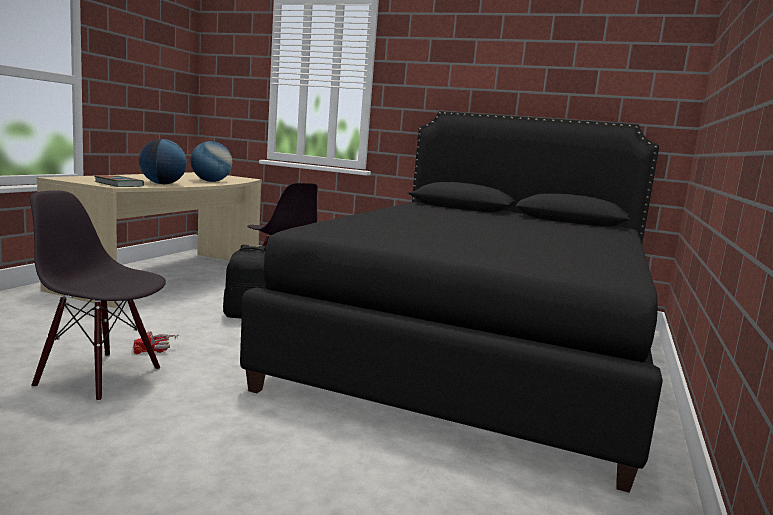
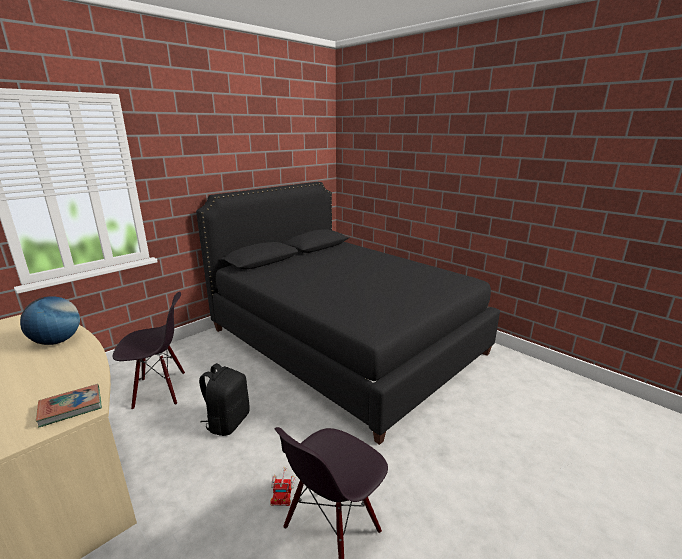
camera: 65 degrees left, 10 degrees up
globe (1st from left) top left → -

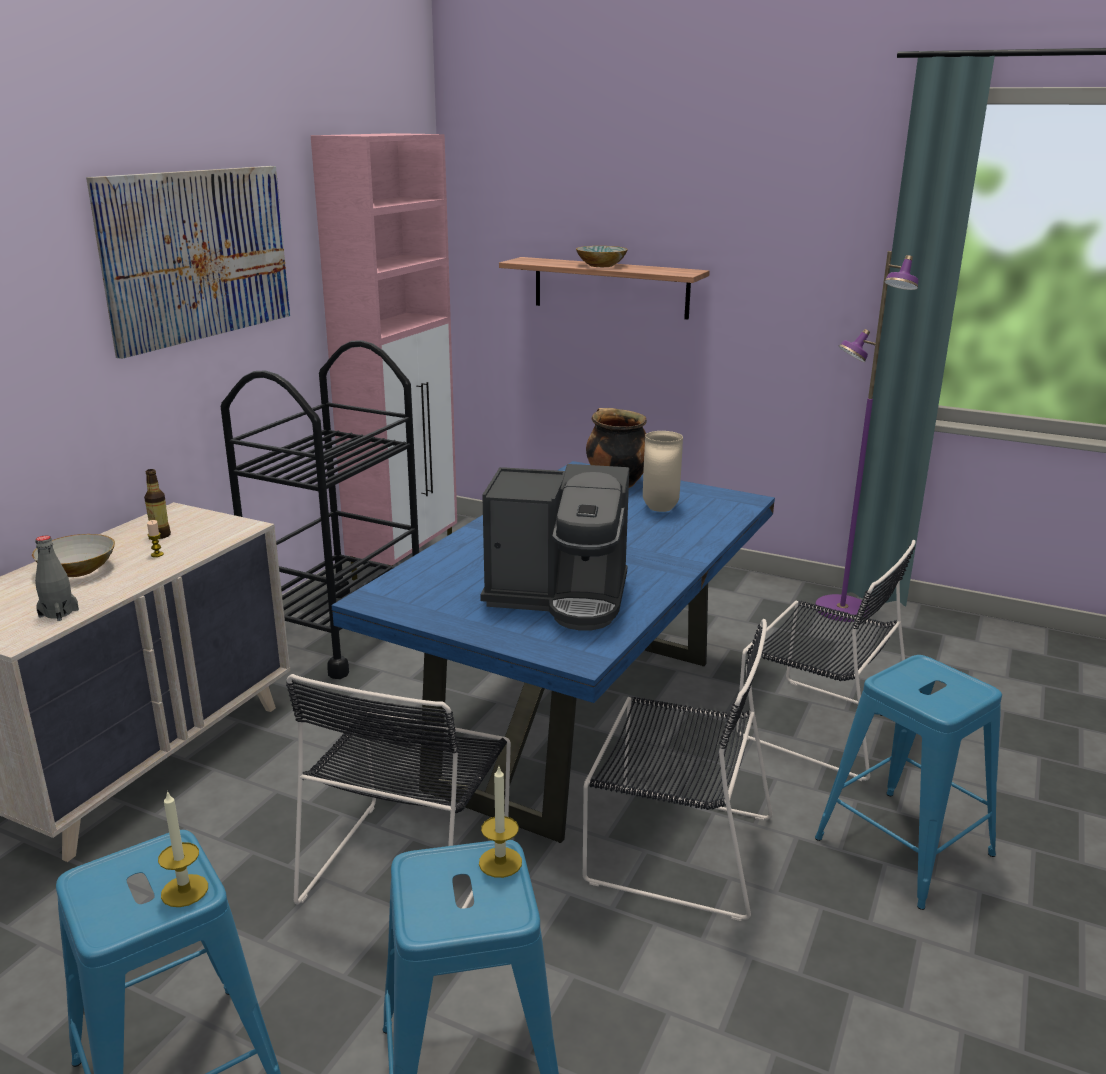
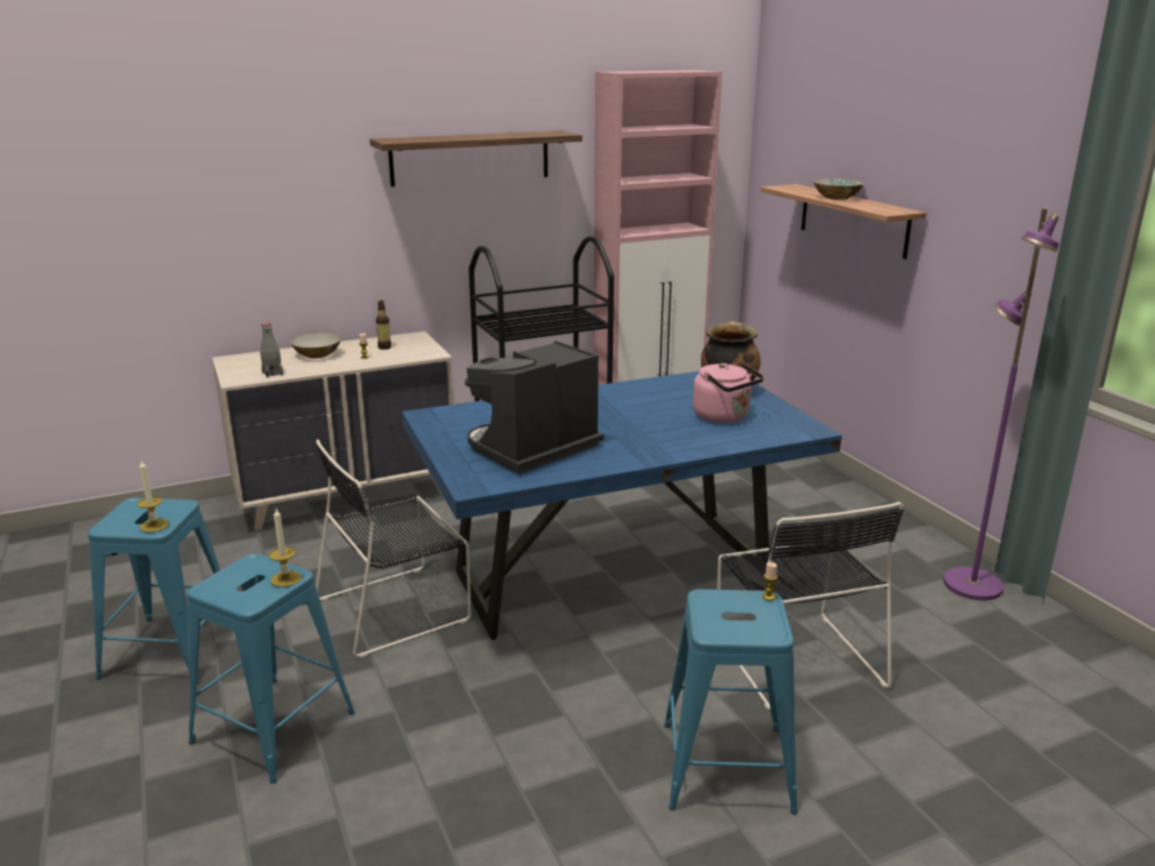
camera: 40 degrees right, 0 degrees up
wall art top left → shelf (1st from left) top centre
coffee maker centre, 90 degrees clockwise
plain chair (black) (2nd from left) bottom centre → -
decorative vase (sand-coloured) centre → tea kettle (pinkish) centre
- → wax candle (4th from left) bottom centre

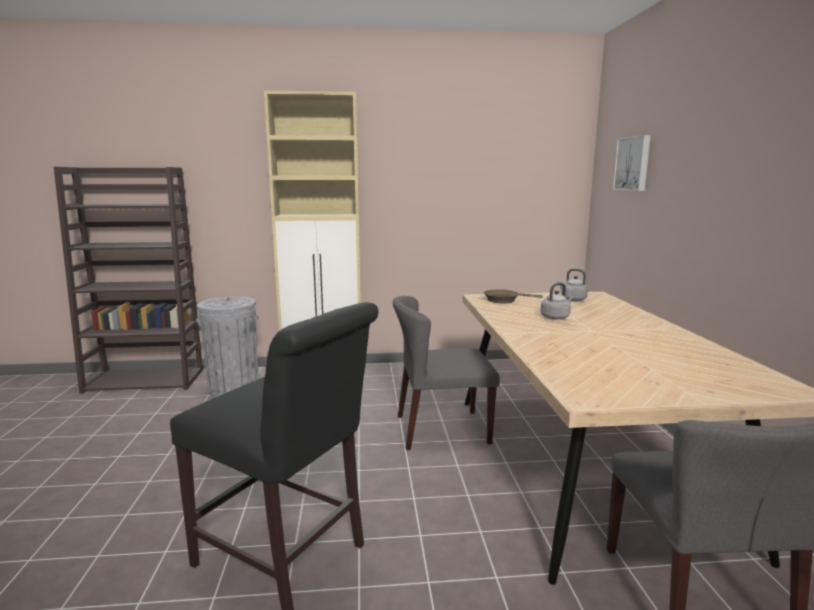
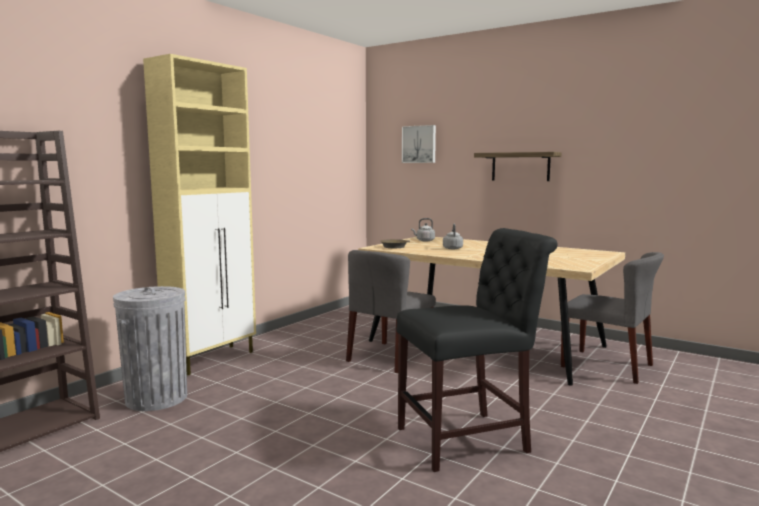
camera: 50 degrees left, 5 degrees down
- → shelf top right

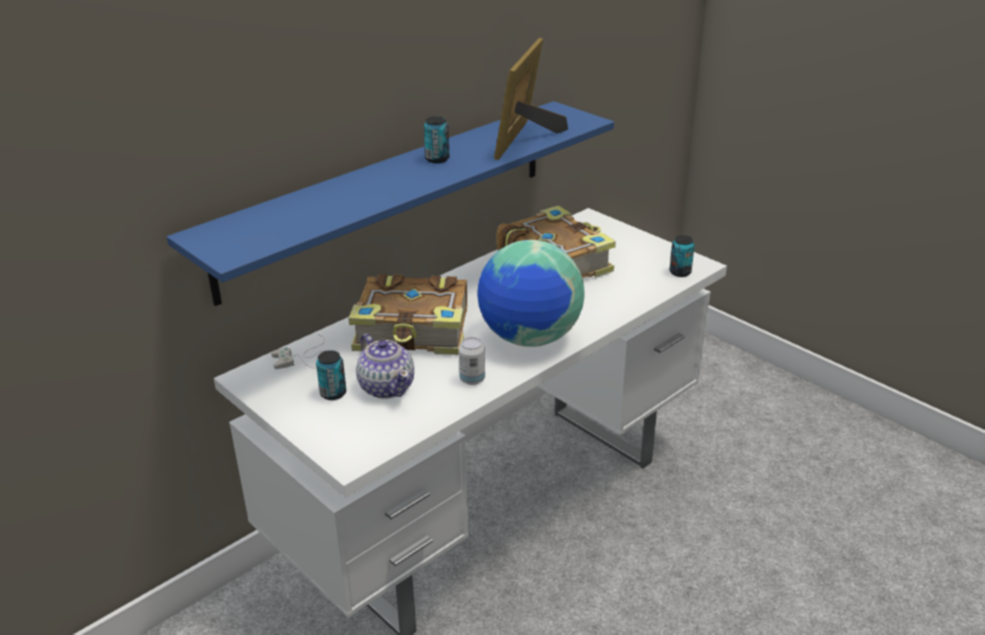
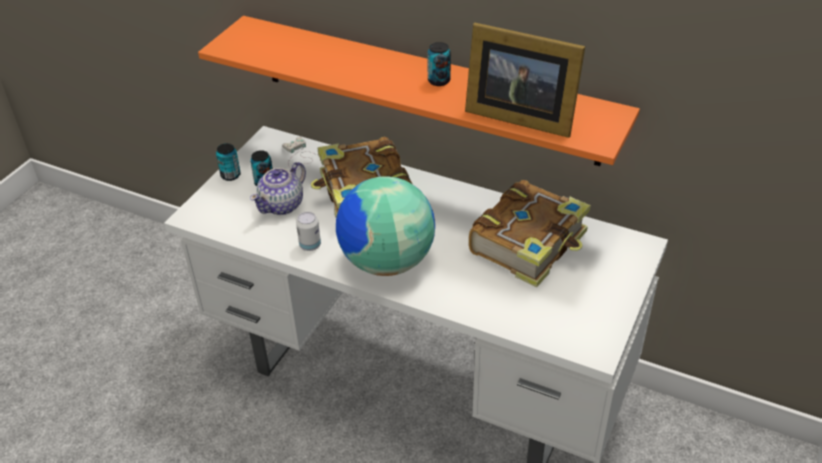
camera: 70 degrees right, 10 degrees up
shelf (blue) top centre → shelf (orange) top centre
picture frame top centre, 150 degrees counterclockwise
metal can (4th from left in the first image) middle right → metal can (1st from left) middle left, moved

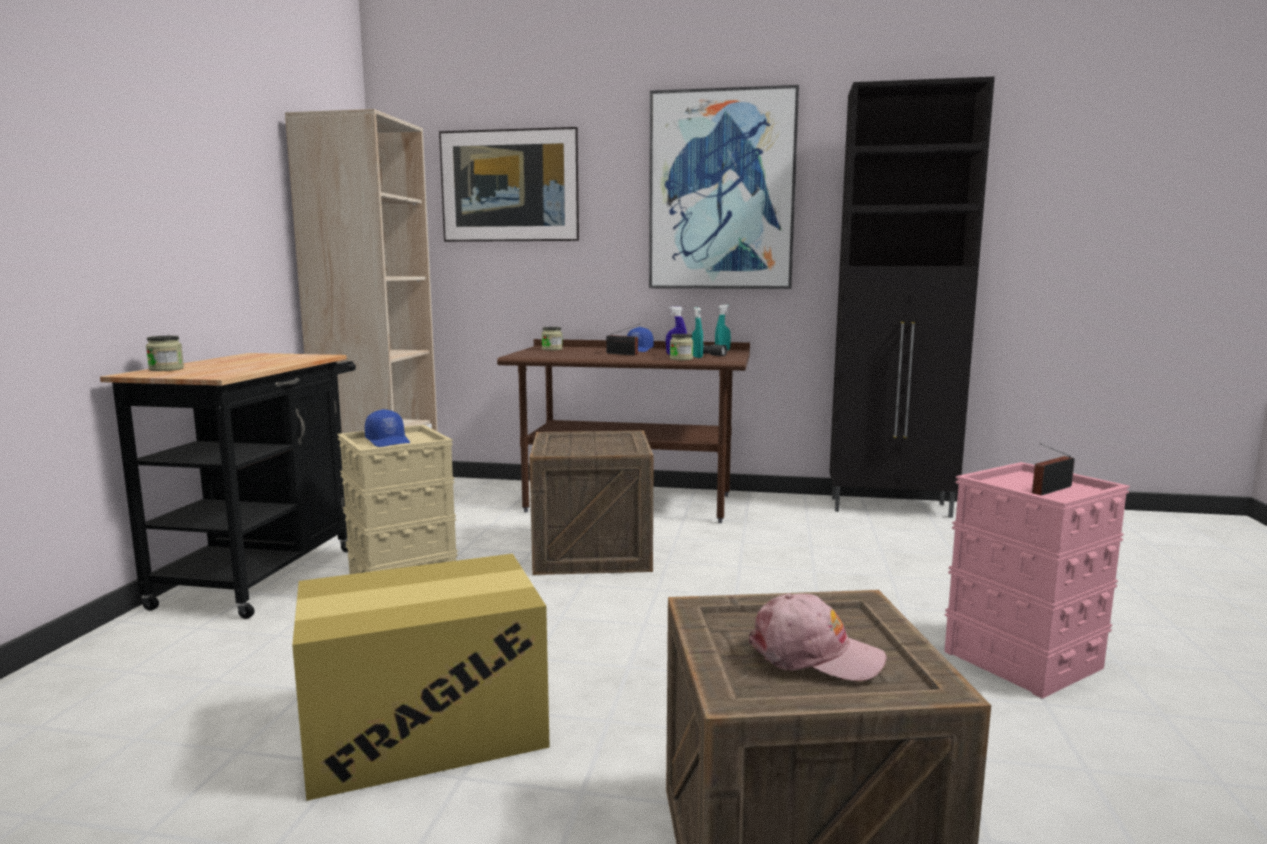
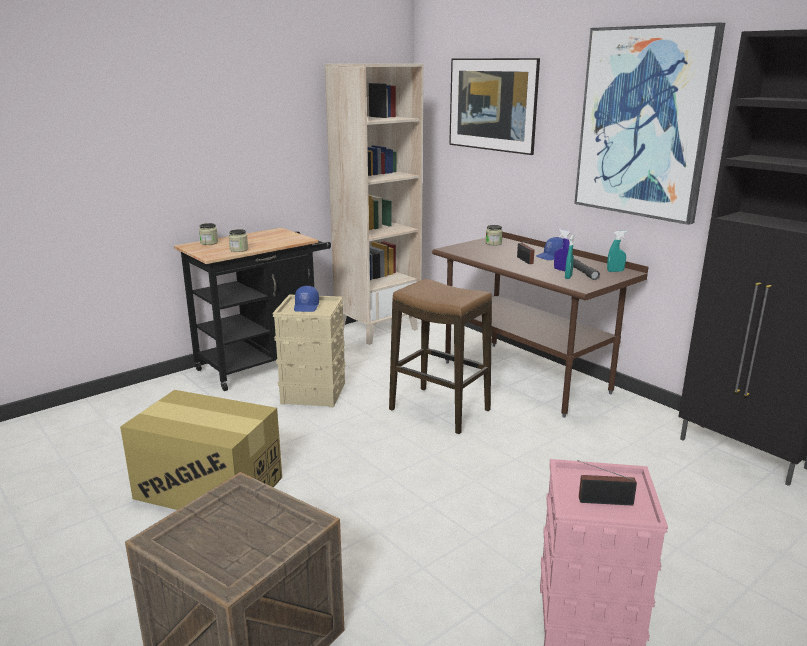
camera: 40 degrees right, 10 degrees up
crate (1st from left) centre → sitting stool centre
jar (3rd from left in the first image) centre → jar (2nd from left) middle left, moved
cap (pinkish) bottom centre → -

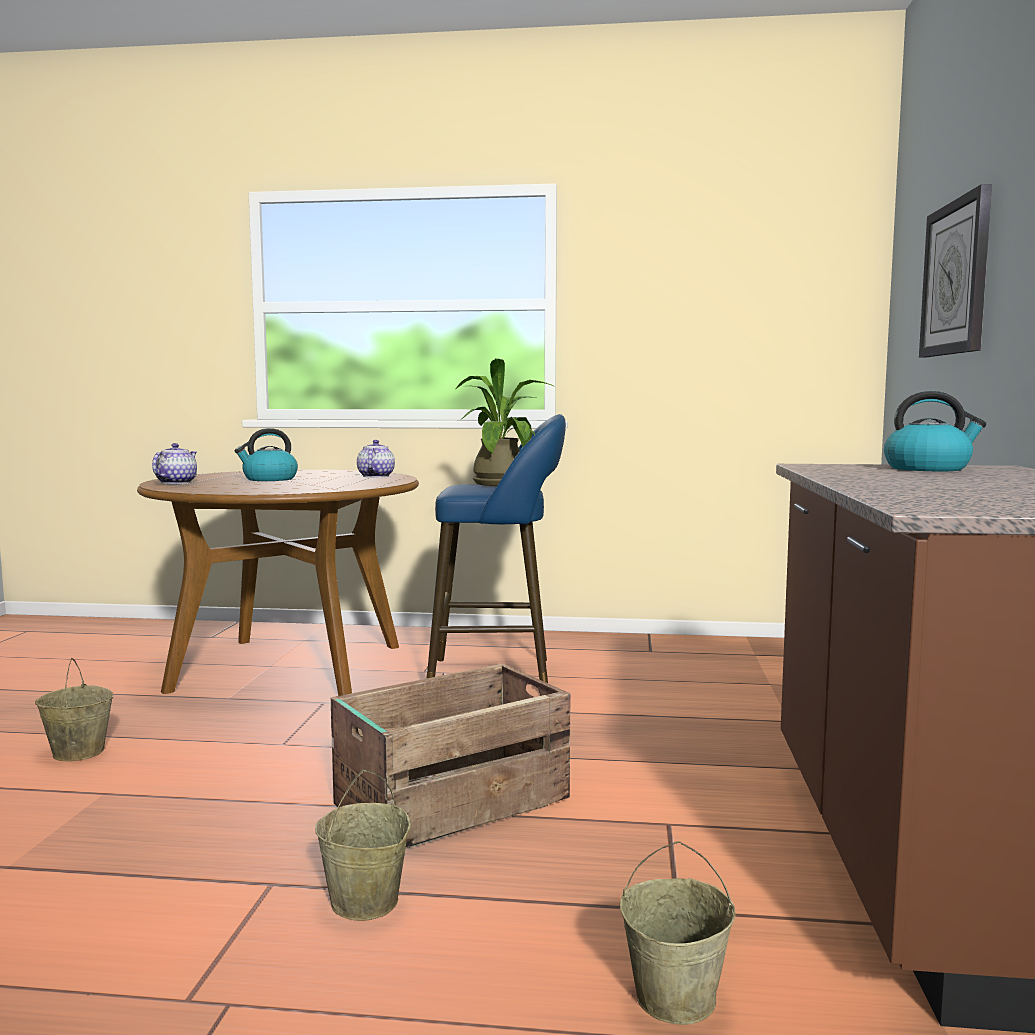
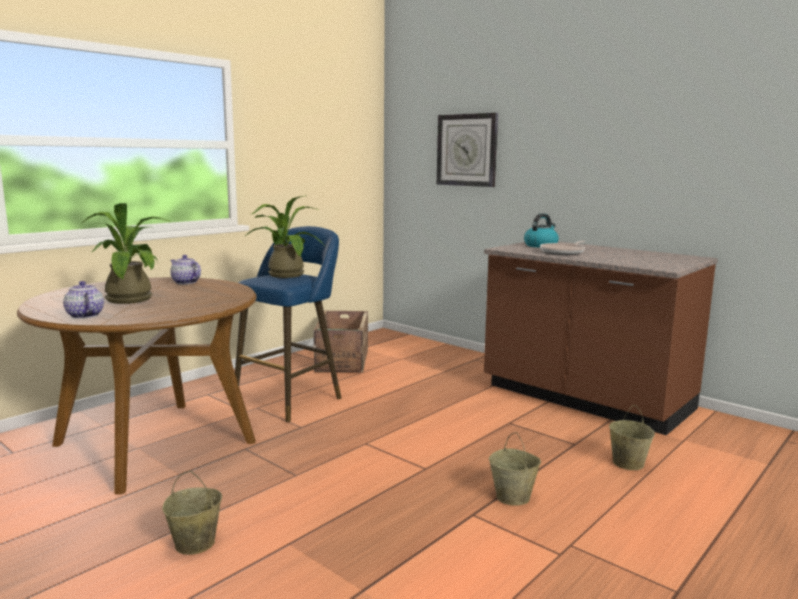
camera: 55 degrees left, 5 degrees up
tea kettle (1st from left) middle left → plant in a pot (1st from left) middle left
crate bottom centre → crate centre, moved
- → skillet middle right

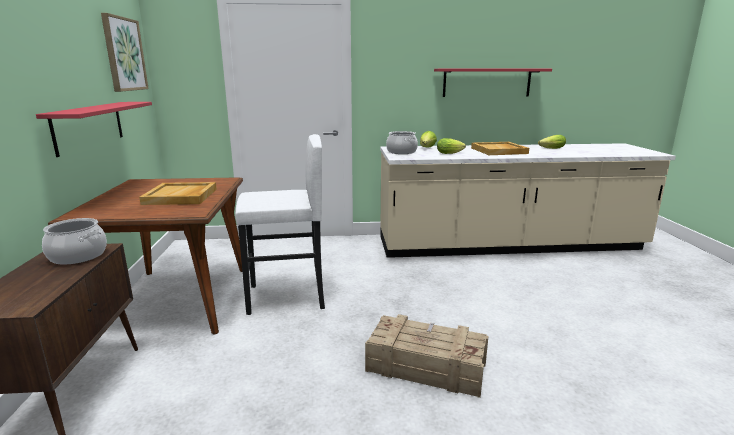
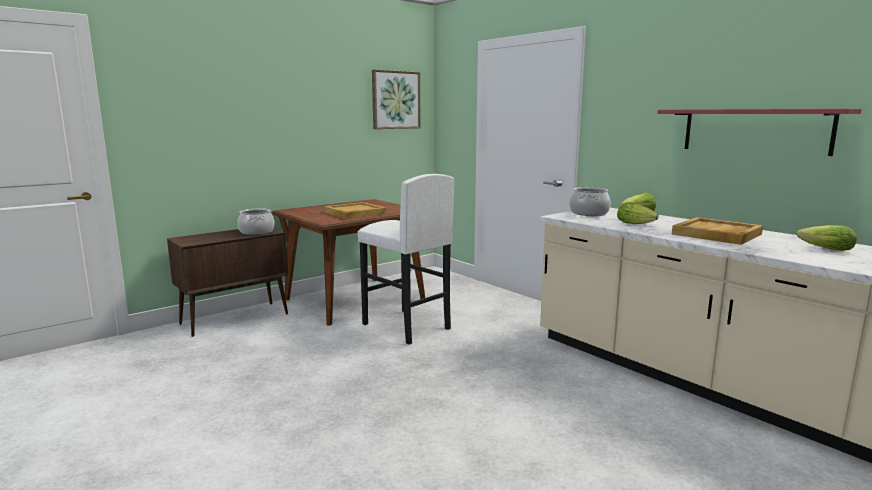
camera: 55 degrees right, 5 degrees down
shelf (reddish) (1st from left) top left → -
crate bottom centre → -

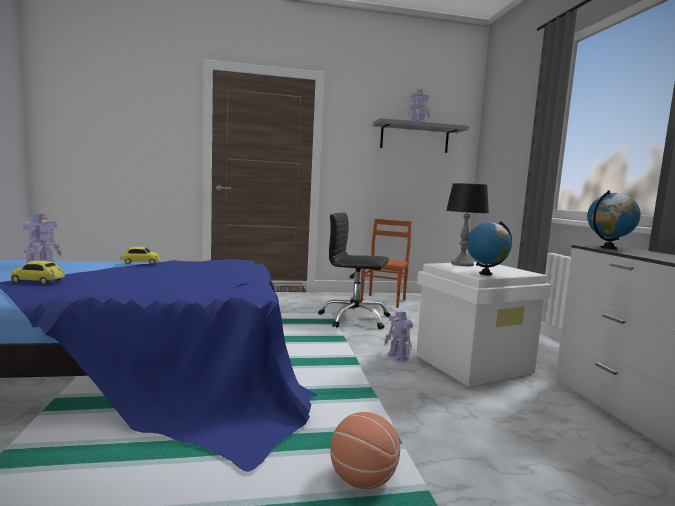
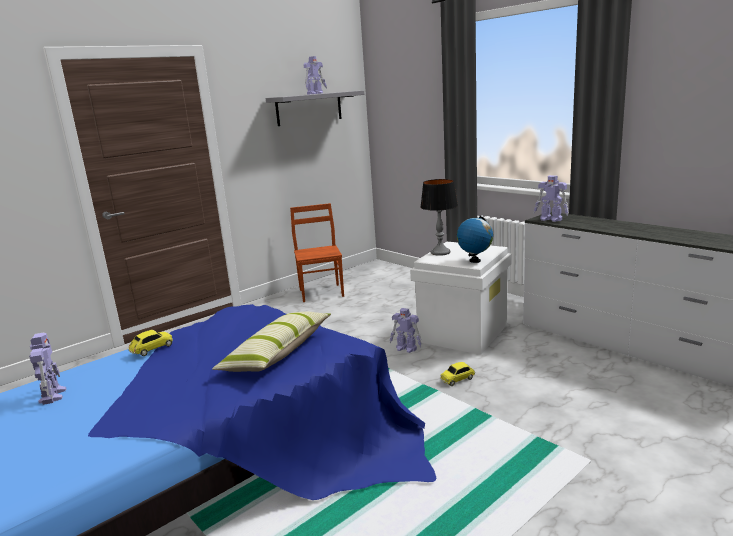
camera: 30 degrees left, 10 degrees up
toy car (1st from left in the first image) middle left → toy car (2nd from left) bottom centre, moved
office chair (black) centre → -
basketball bottom centre → -
globe (2nd from left) middle right → robot figure (4th from left) middle right
- → throw pillow centre

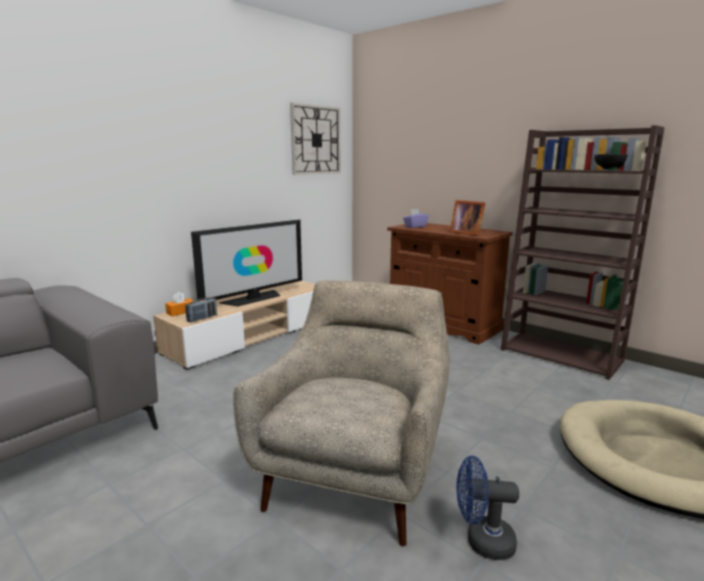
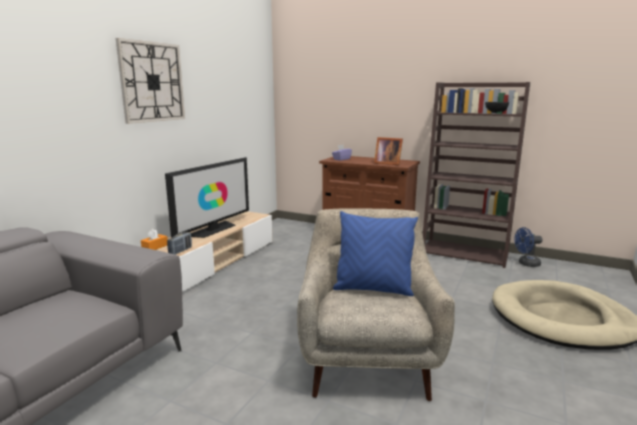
camera: 15 degrees left, 0 degrees up
hanging clock top centre → hanging clock top left, moved
fan (blue) bottom right → fan (blue) middle right, moved
- → throw pillow (blue) centre

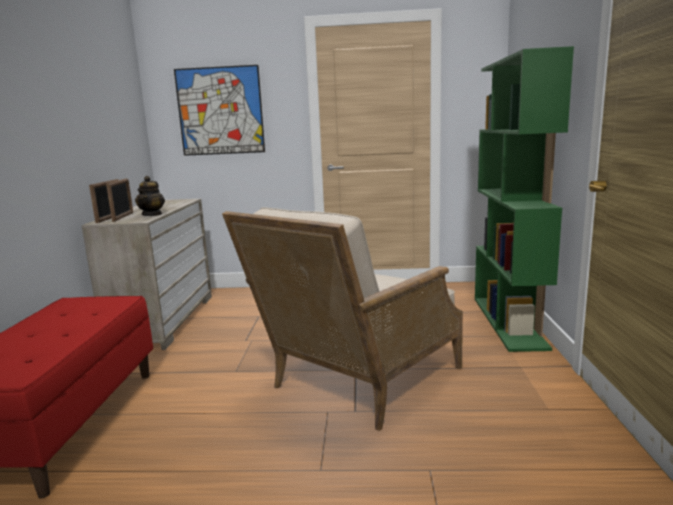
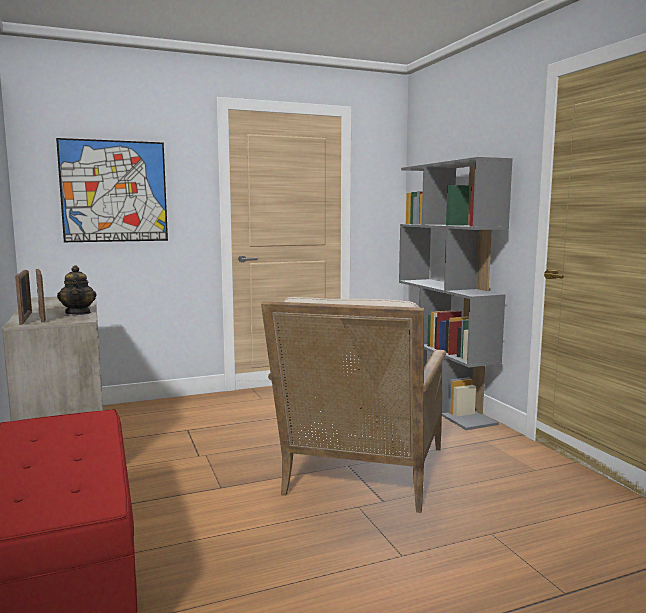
camera: 25 degrees left, 5 degrees down
bookcase (greenish) middle right → bookcase (gray) middle right

